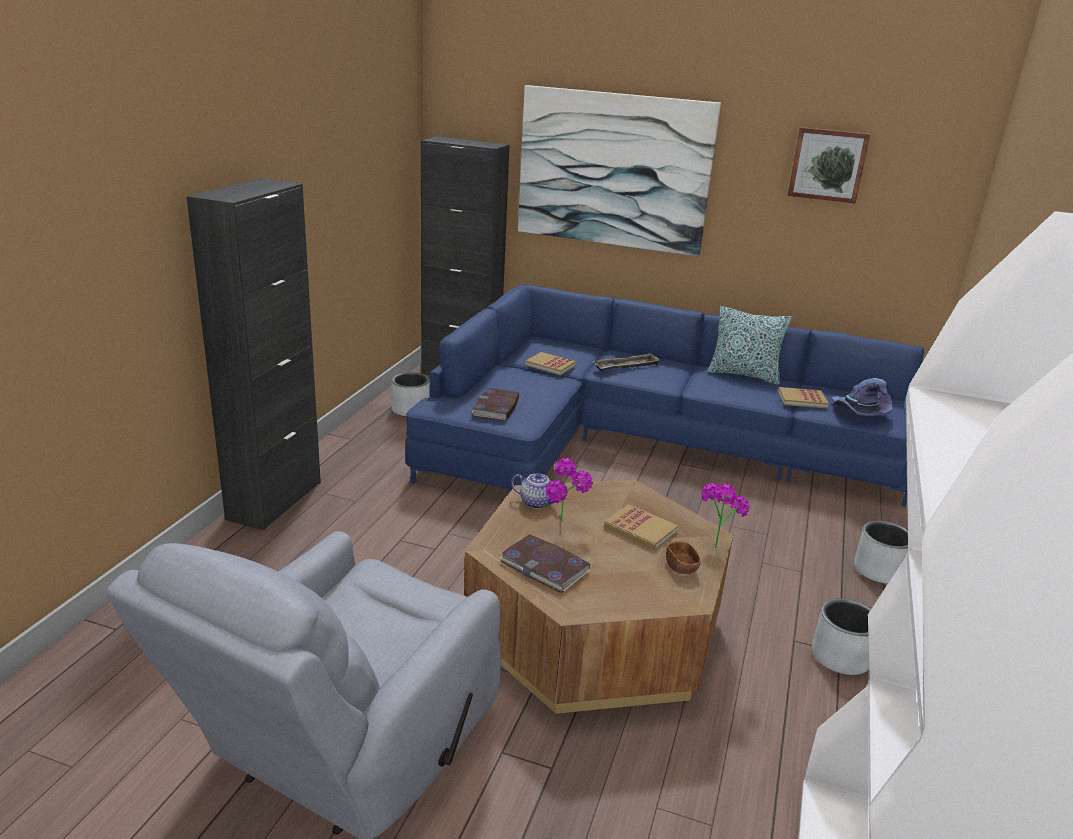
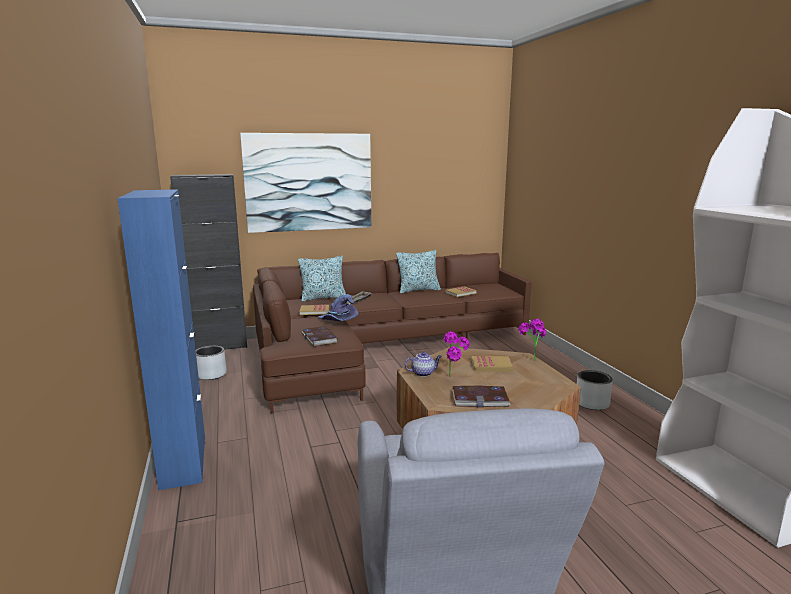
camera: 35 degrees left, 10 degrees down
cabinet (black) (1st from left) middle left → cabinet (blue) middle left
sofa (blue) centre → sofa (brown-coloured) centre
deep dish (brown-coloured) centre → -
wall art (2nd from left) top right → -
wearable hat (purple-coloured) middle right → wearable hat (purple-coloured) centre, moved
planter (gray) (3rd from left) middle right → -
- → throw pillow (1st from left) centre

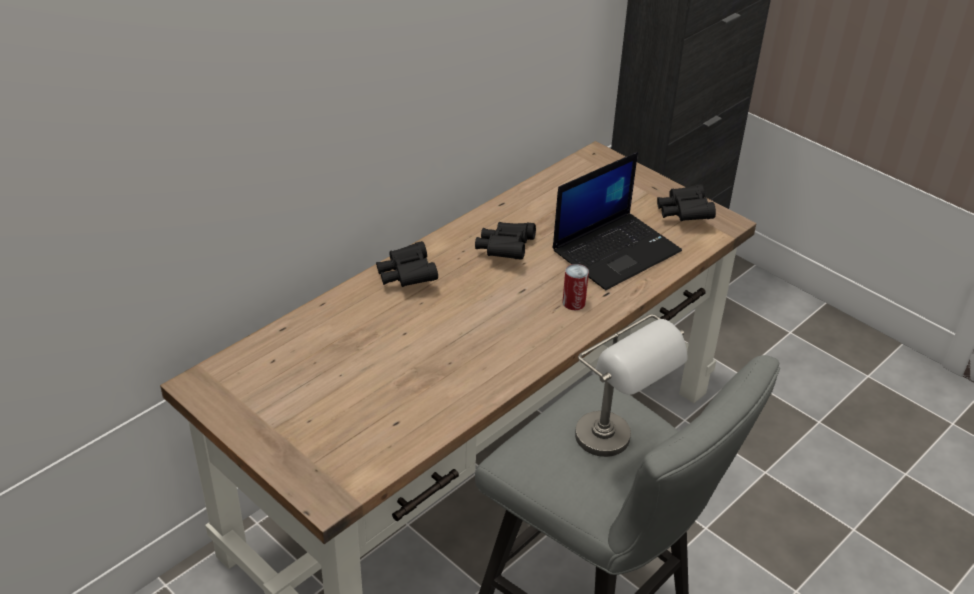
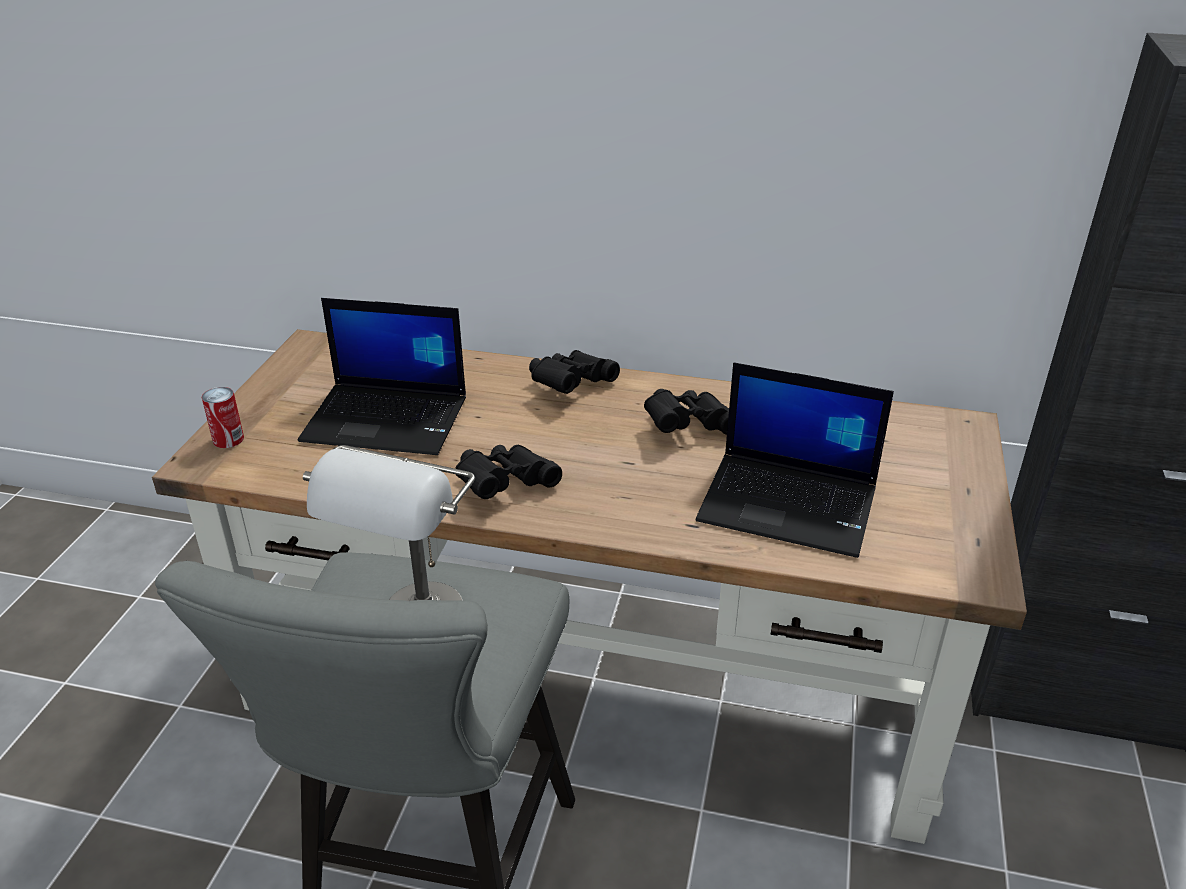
camera: 60 degrees right, 5 degrees down
metal can centre → metal can middle left, moved
field glasses (black) (3rd from left in the first image) middle right → field glasses (black) (1st from left) centre, moved
- → laptop (1st from left) middle left

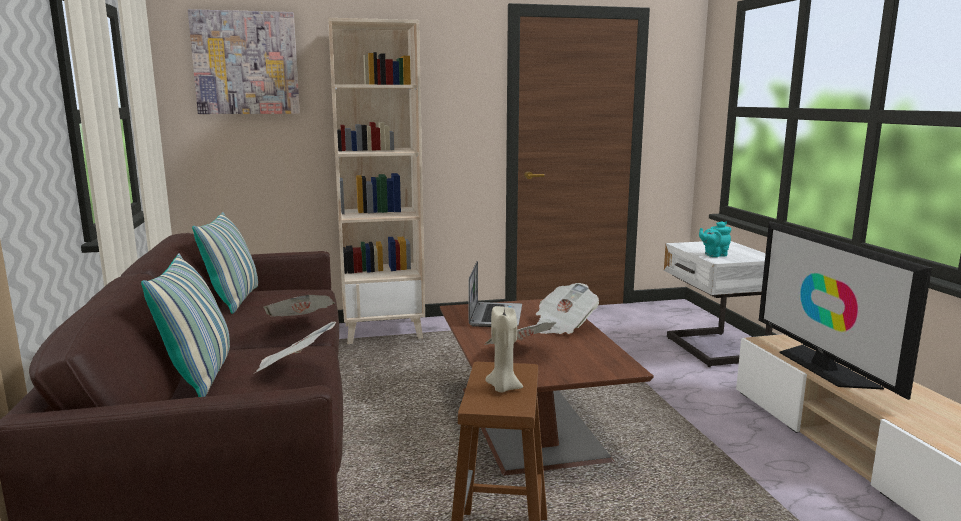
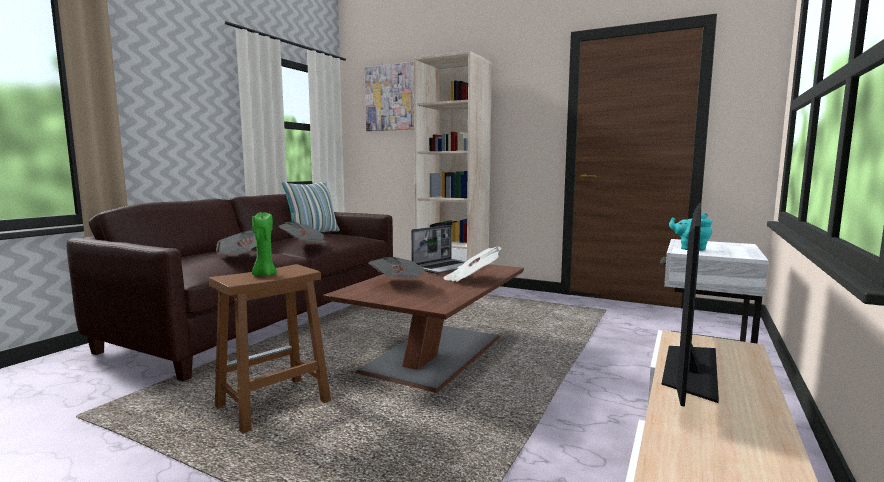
camera: 40 degrees right, 5 degrees down
throw pillow (1st from left) middle left → -
wax candle (sand-coloured) bottom centre → wax candle (greenish) middle left

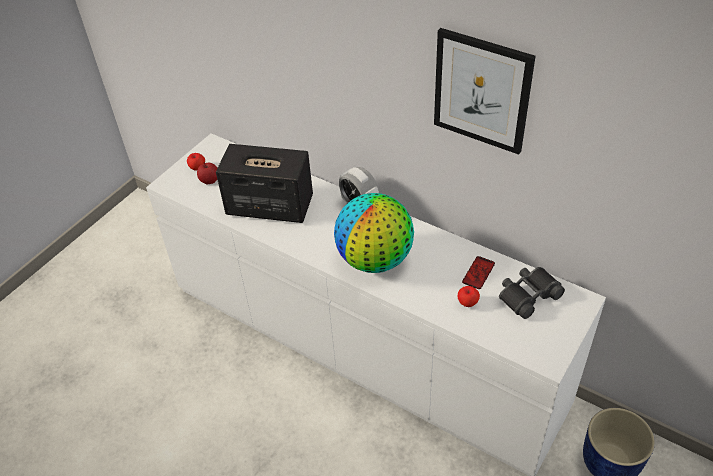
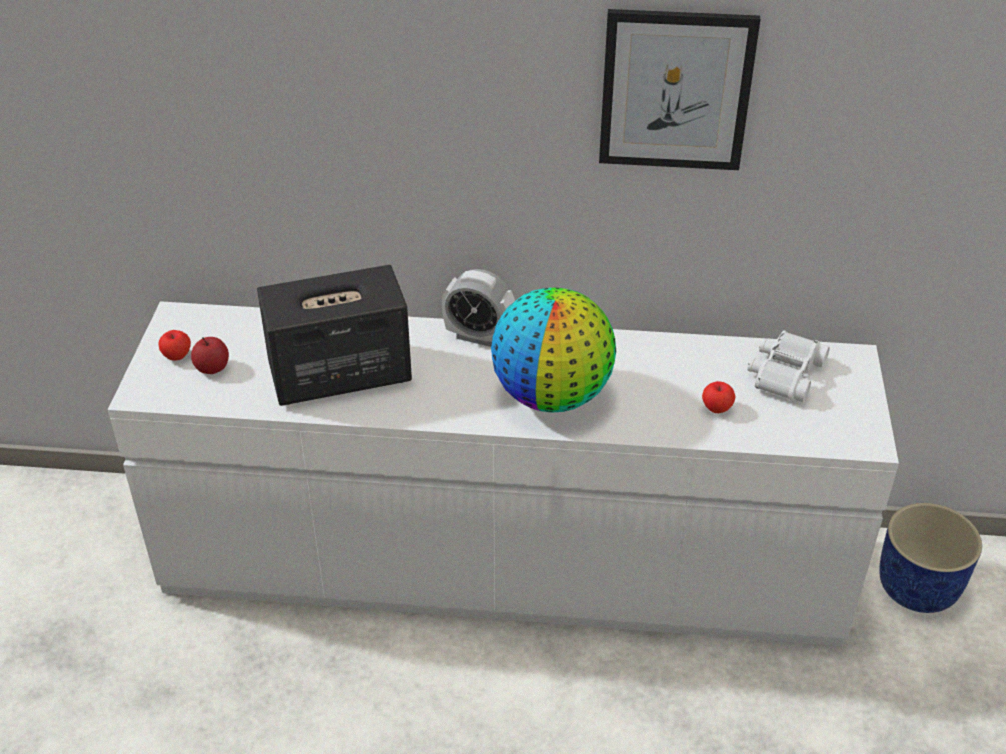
camera: 30 degrees left, 5 degrees down
phone middle right → -
field glasses (black) middle right → field glasses (whitish) middle right

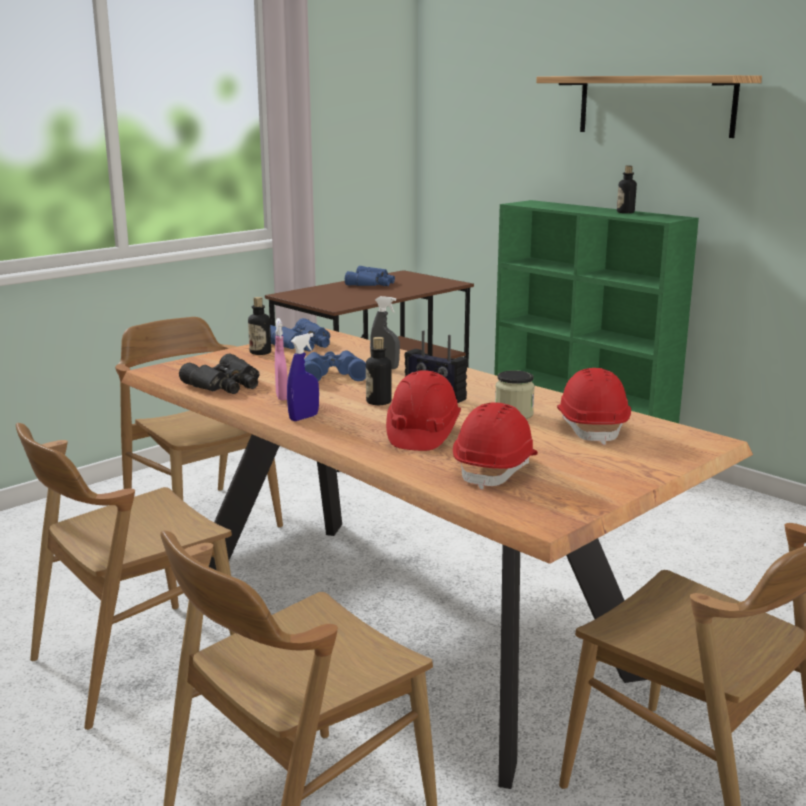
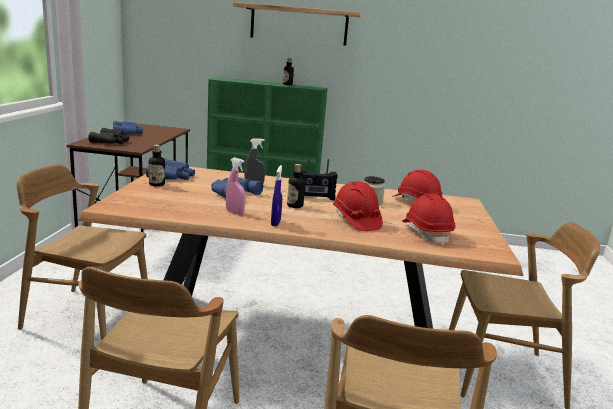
camera: 40 degrees left, 0 degrees up
field glasses (black) middle left → field glasses (black) top left, moved

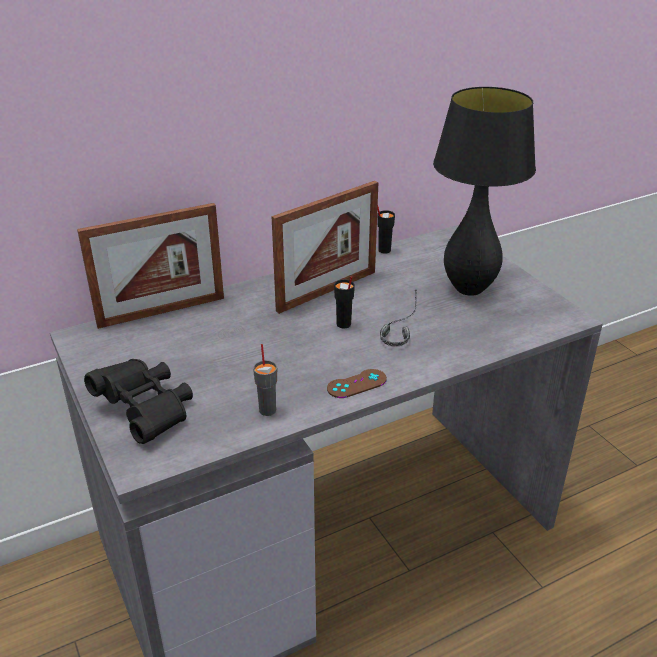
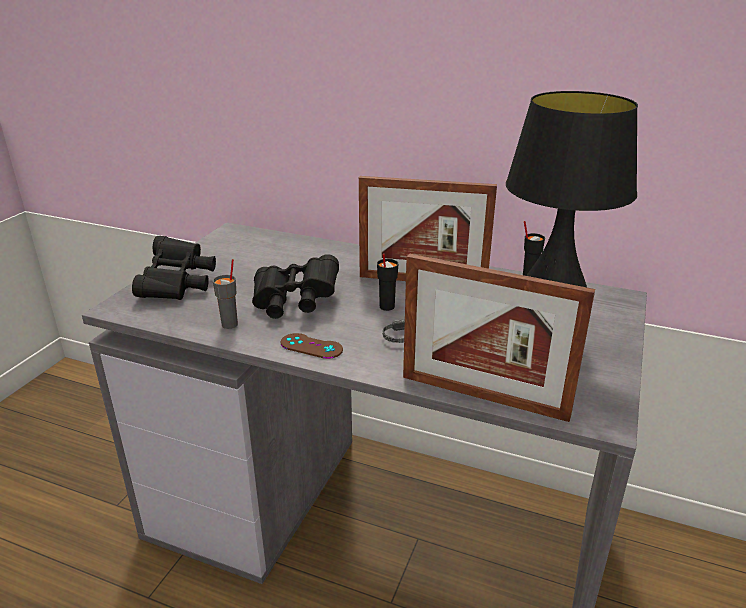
camera: 50 degrees right, 5 degrees down
picture frame (1st from left in the first image) middle left → picture frame (2nd from left) middle right, moved
- → field glasses (black) (2nd from left) centre

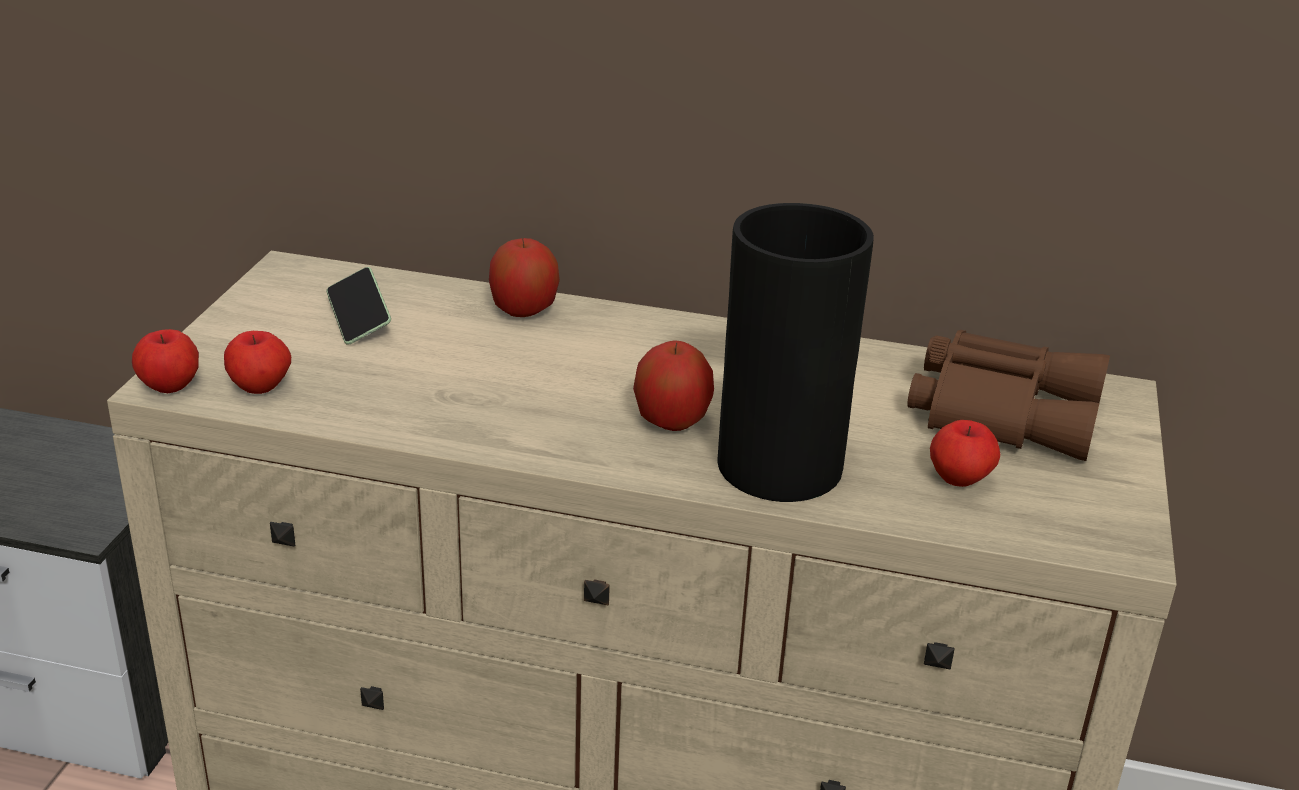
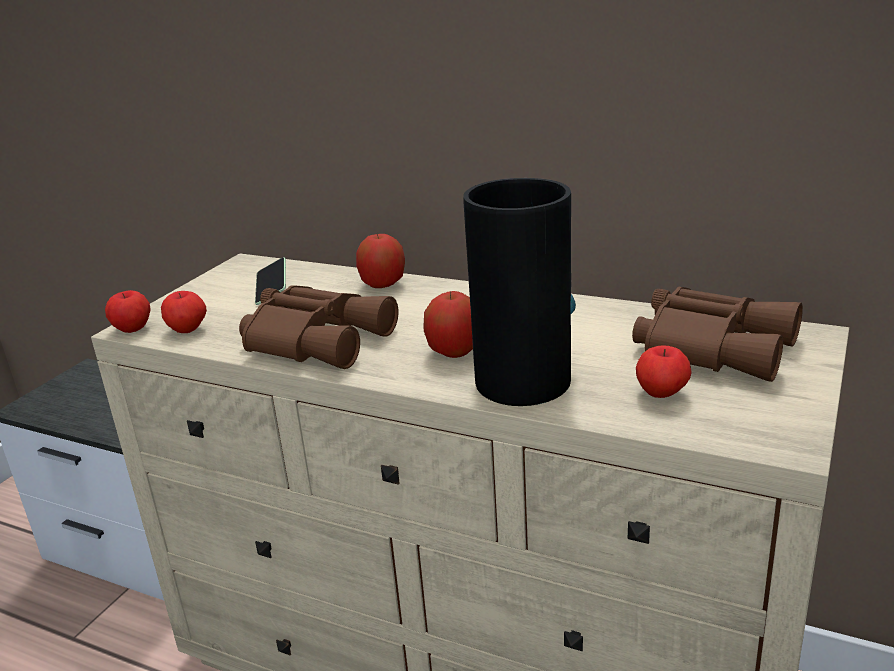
camera: 15 degrees right, 5 degrees down
- → field glasses (brown-coloured) (1st from left) centre

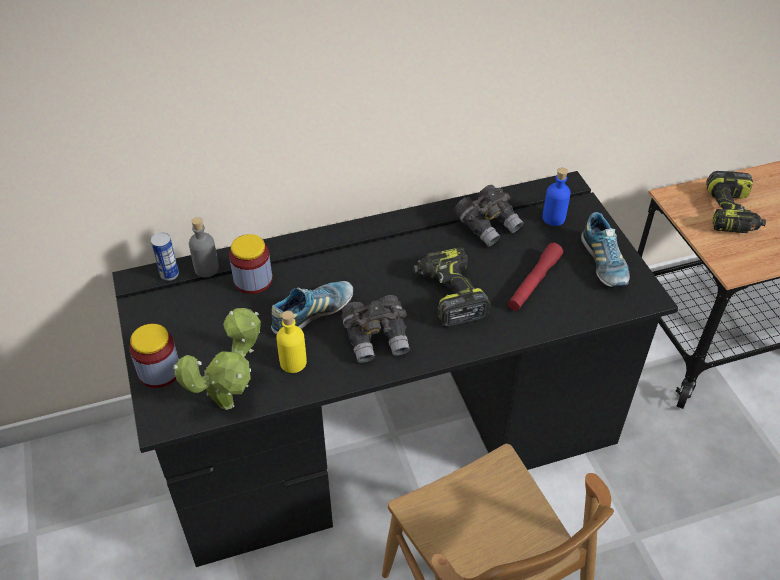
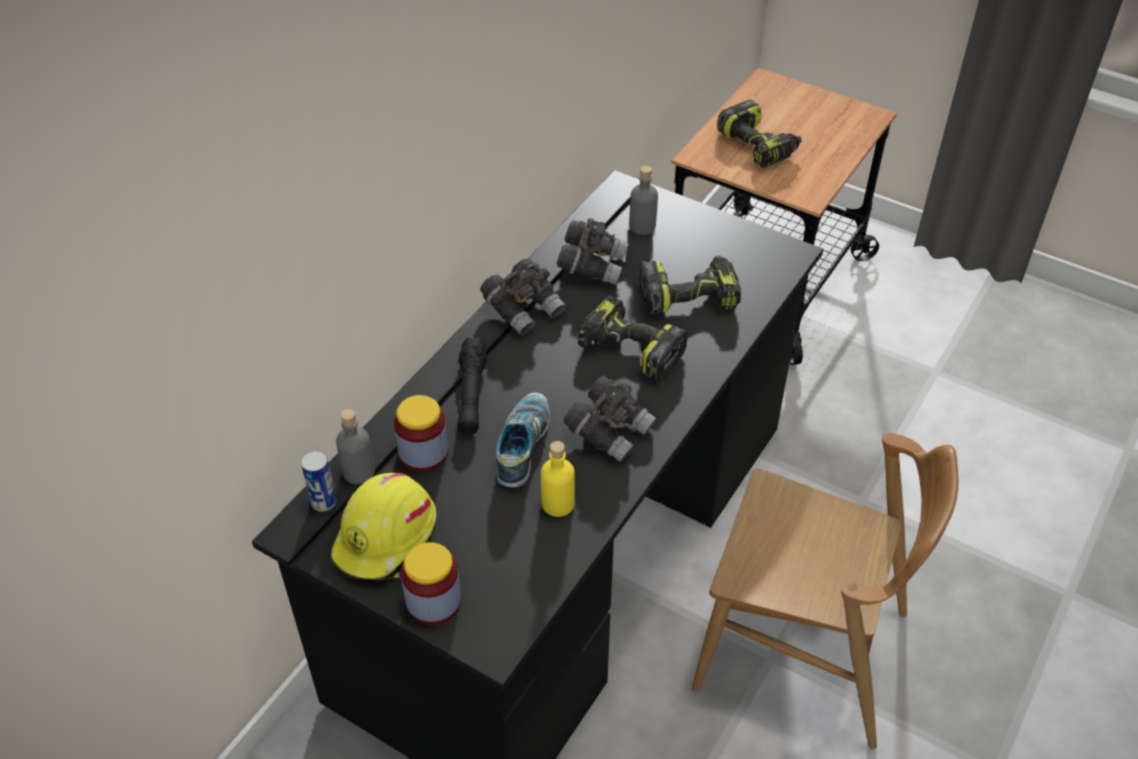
camera: 40 degrees left, 0 degrees up
plant in a pot middle left → -
flashlight (reddish) middle right → power drill (2nd from left) centre
bottle (blue) middle right → bottle (gray) (2nd from left) top centre
item of footwear (2nd from left) middle right → -
- → work helmet (yellow) bottom centre
- → flashlight (black) centre
- → field glasses (gray) (1st from left) centre

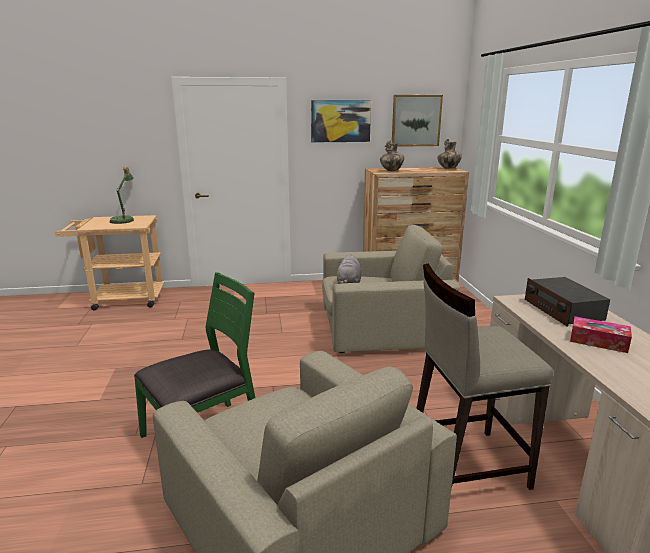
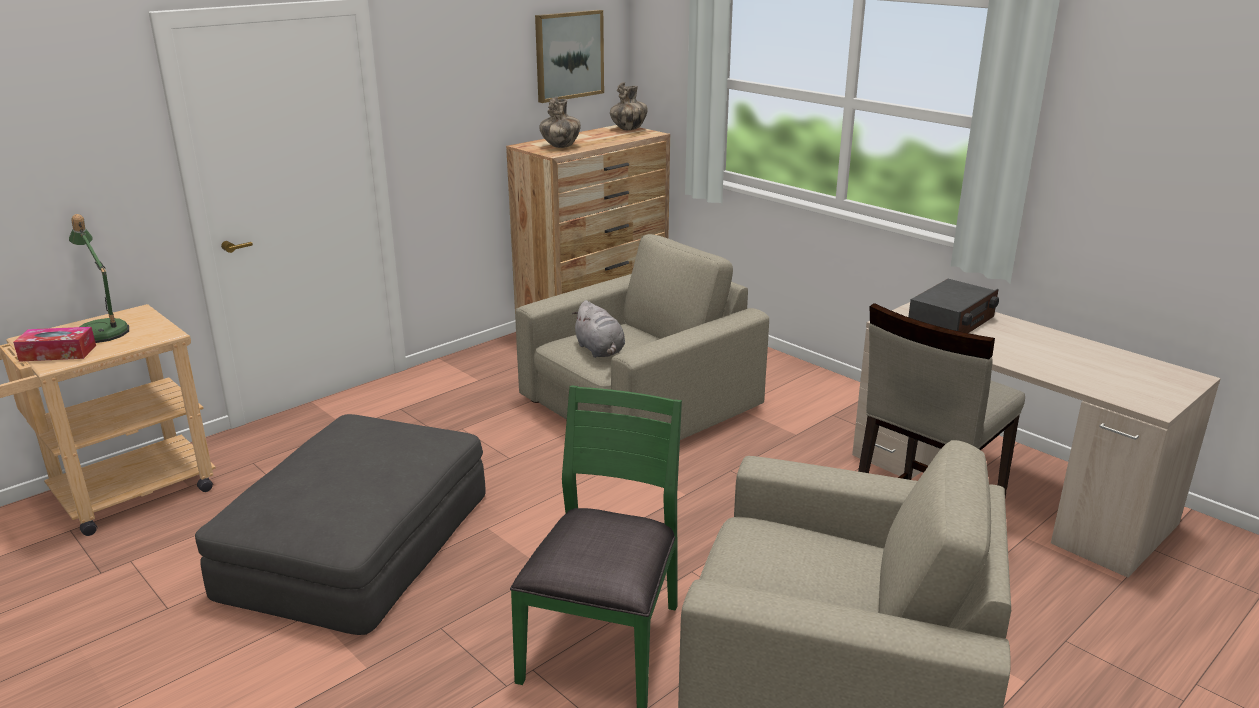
camera: 35 degrees left, 5 degrees up
wall art (1st from left) top centre → -
radio set middle right, 90 degrees counterclockwise
tissue holder middle right → tissue holder middle left, moved
- → footrest (gray) bottom left

